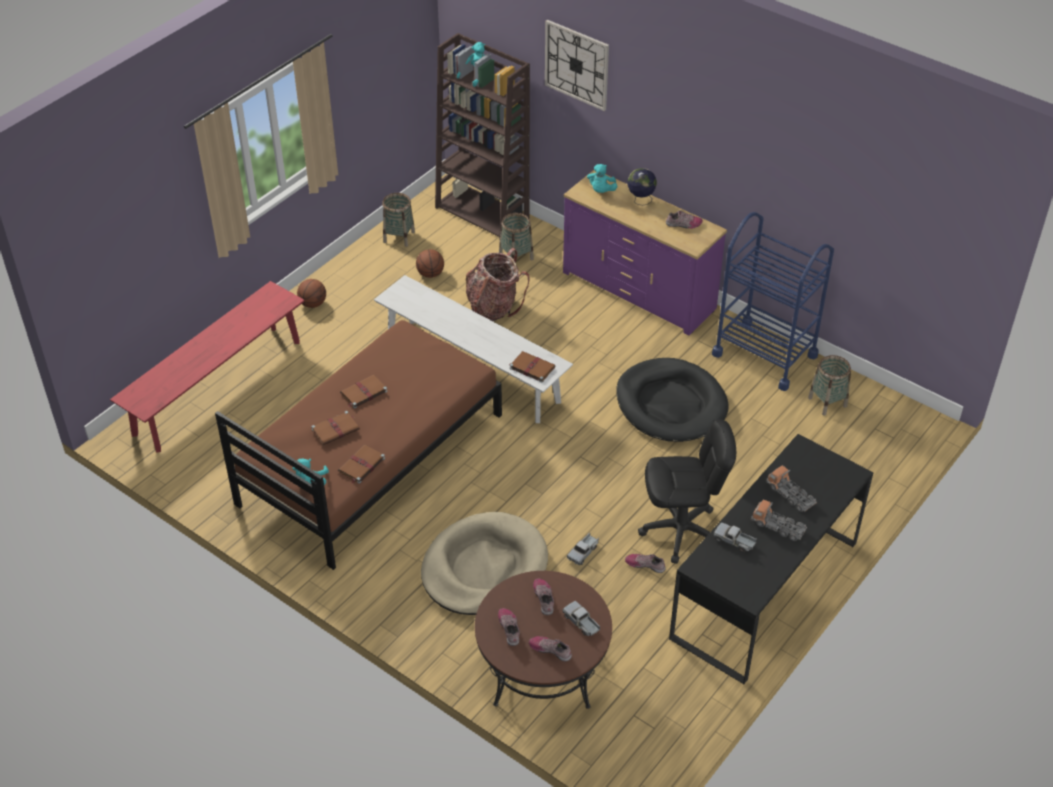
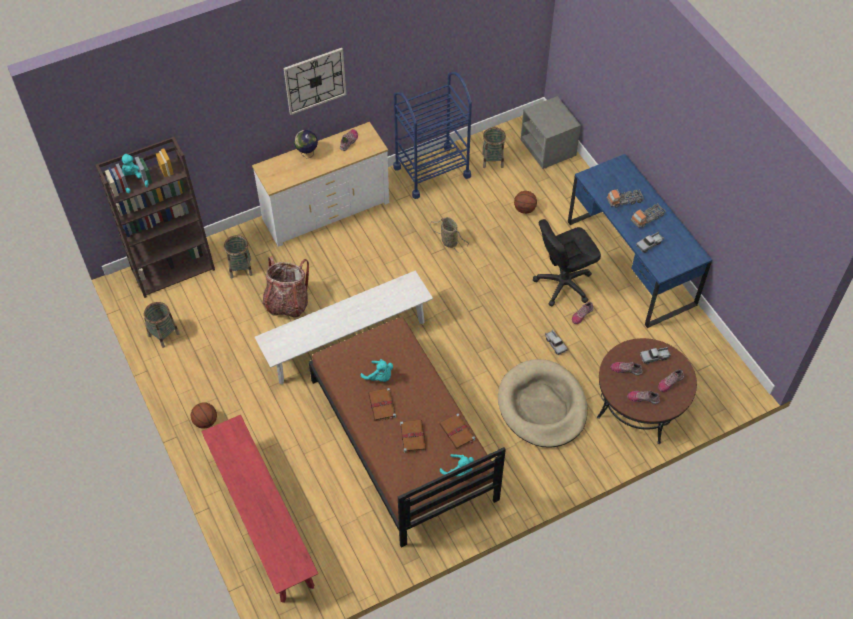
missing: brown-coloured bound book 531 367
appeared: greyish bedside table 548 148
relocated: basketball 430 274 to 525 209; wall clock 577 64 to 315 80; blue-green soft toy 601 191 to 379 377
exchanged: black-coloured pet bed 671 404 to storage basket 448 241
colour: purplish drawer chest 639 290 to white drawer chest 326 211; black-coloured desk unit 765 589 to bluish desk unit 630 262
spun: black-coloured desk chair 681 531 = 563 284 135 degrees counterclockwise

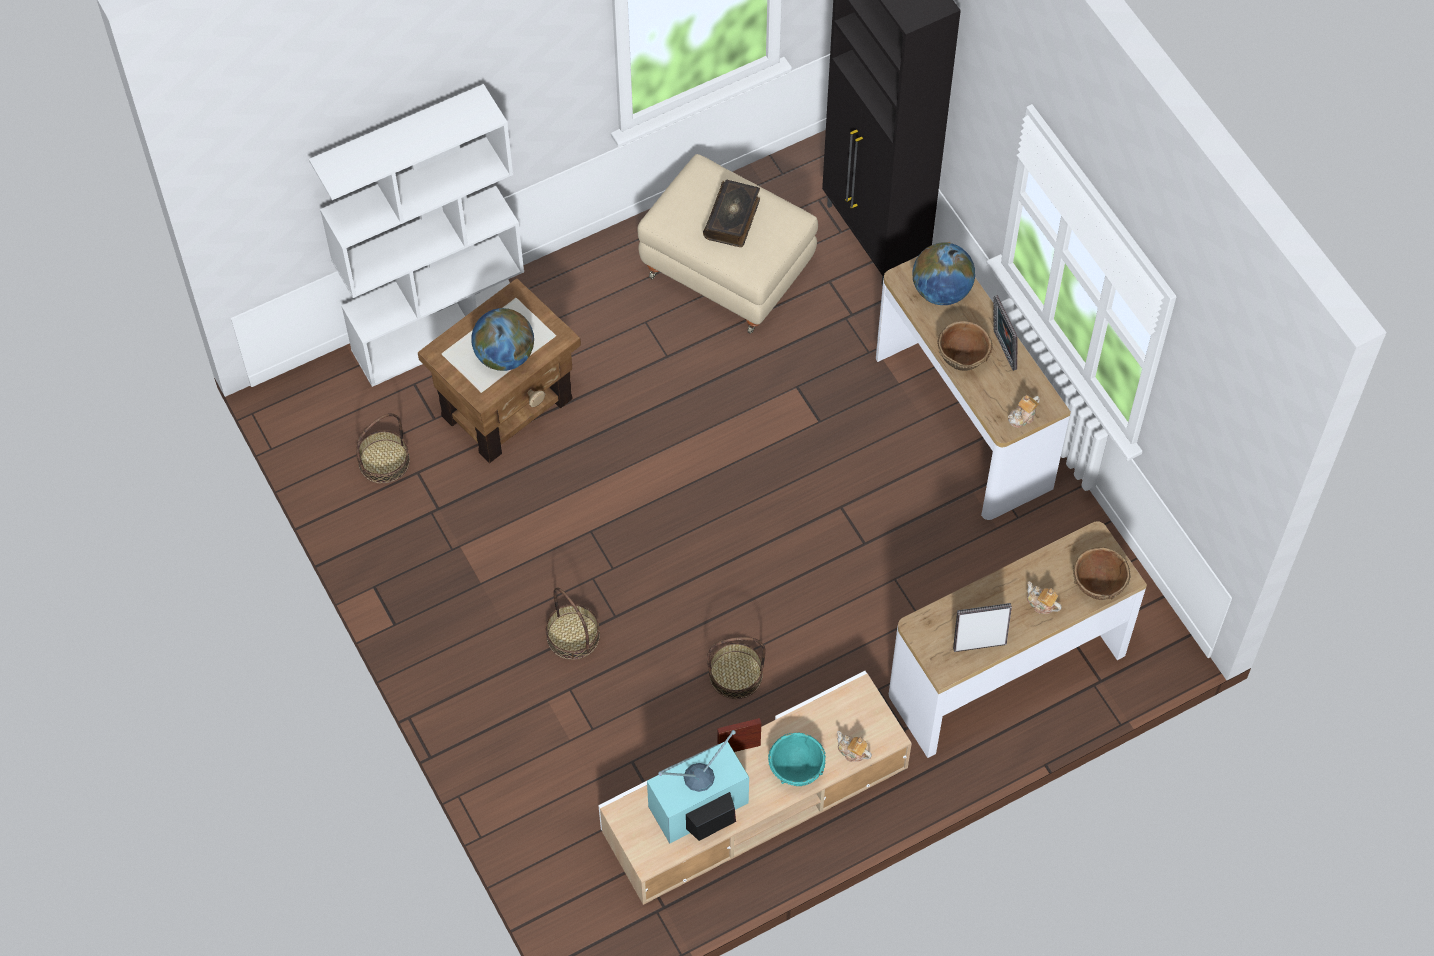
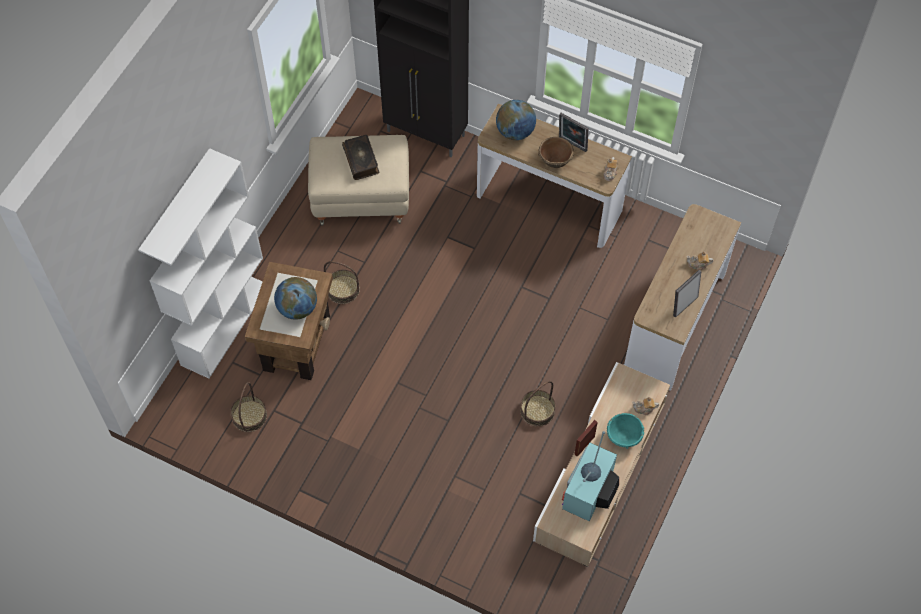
missing: brown-coloured deep dish 1097 586
relocated: storage basket 573 636 to 343 289

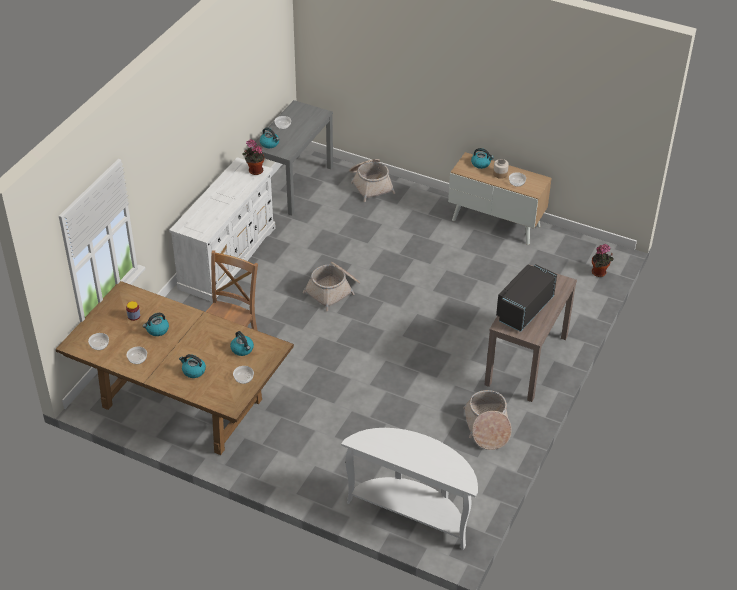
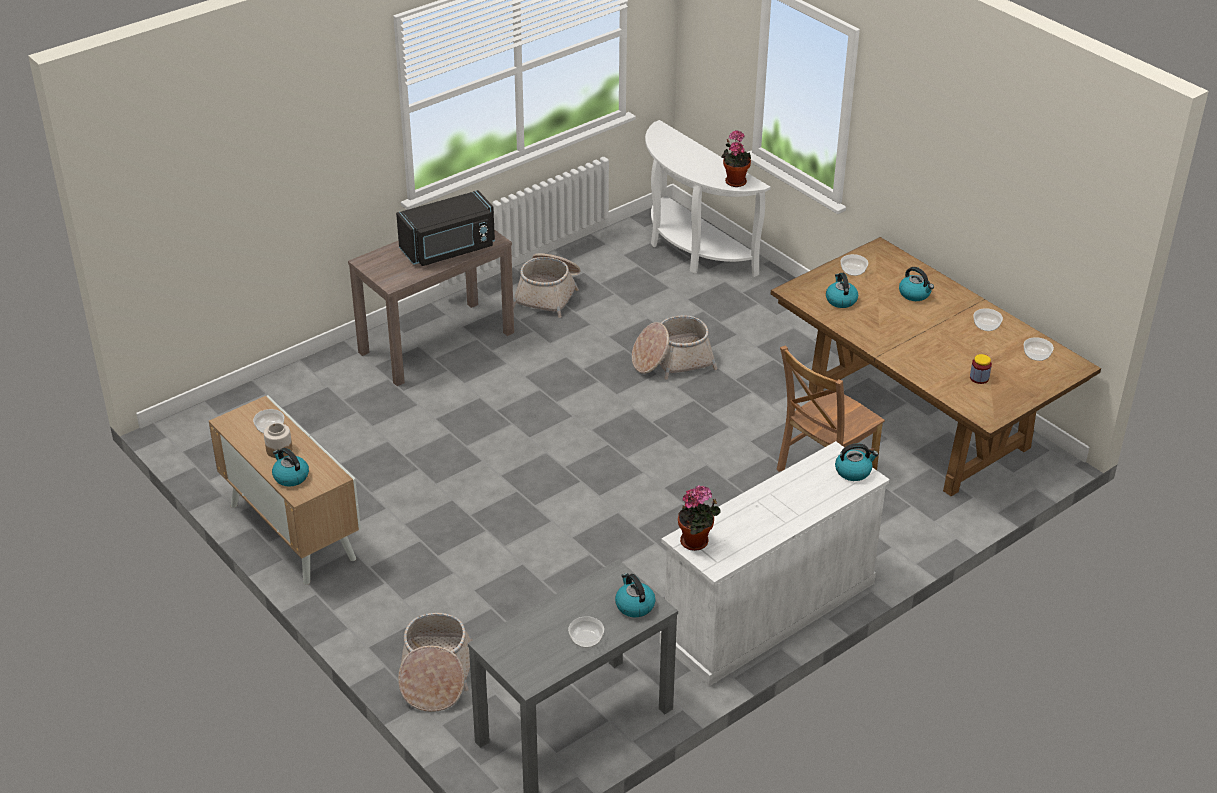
relocated: water kettle 157 330 to 853 471; storage basket 333 291 to 672 361; plant in a pot 600 273 to 734 181

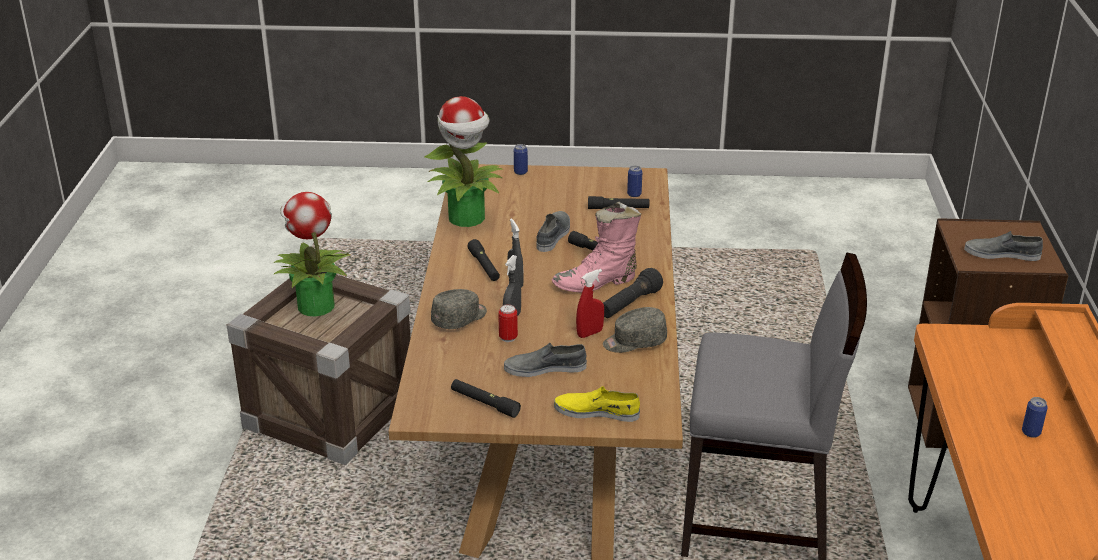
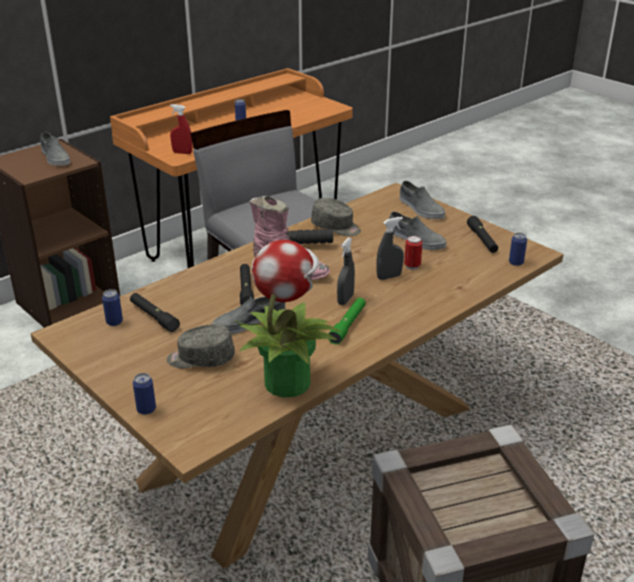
missing: plant in a pot 315 305
appeared: sealed can 516 262
relocated: greyish cap 460 318 to 200 359; red spray bottle 590 333 to 182 153
colour: black-coloured flashlight 484 266 to green flashlight 348 325; yellow low shoe 597 411 to greyish low shoe 420 209

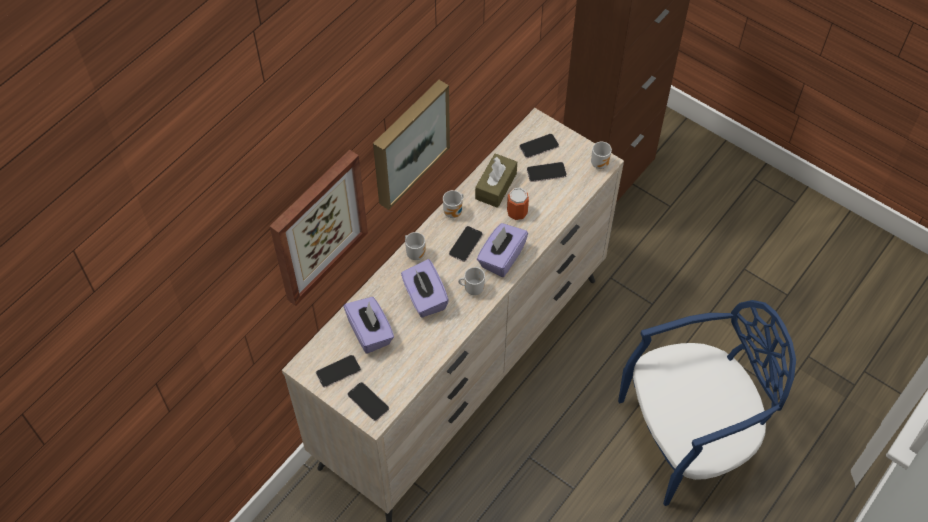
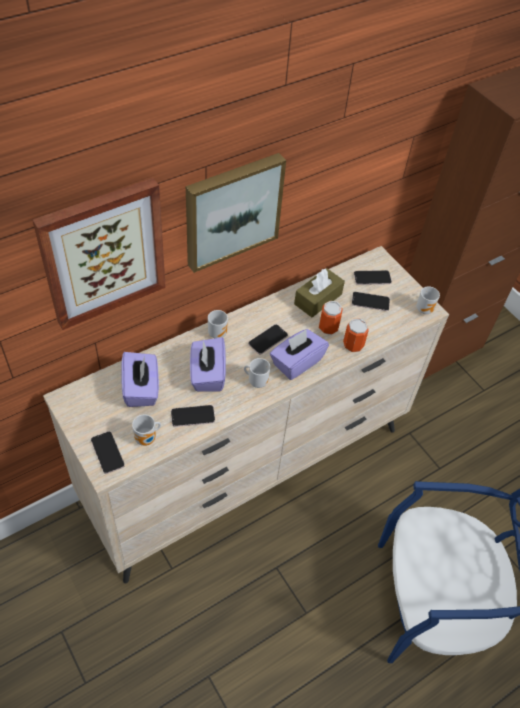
appeared: sealed can 353 345
relocated: phone 338 371 to 193 416; tea mug 454 212 to 147 439

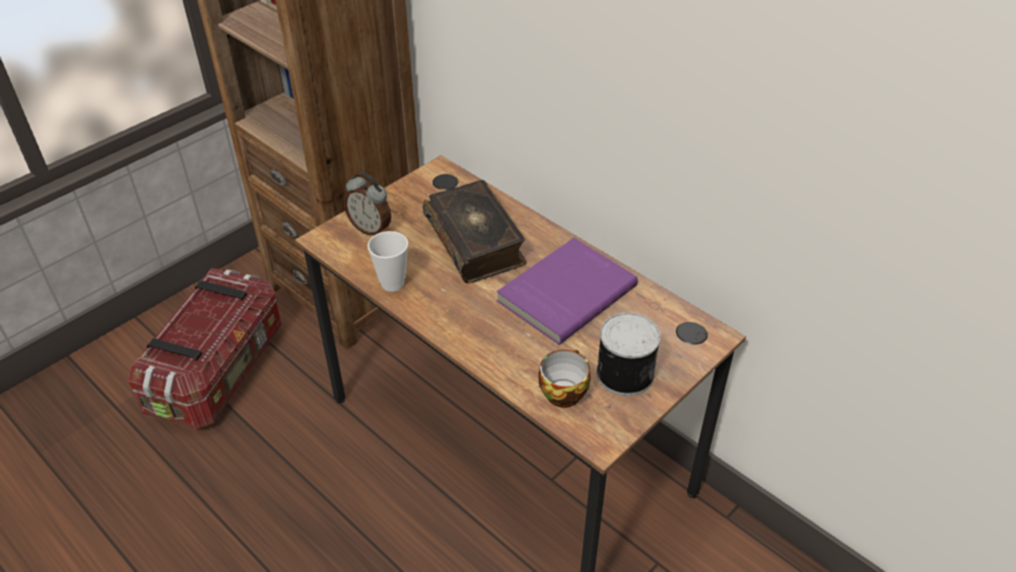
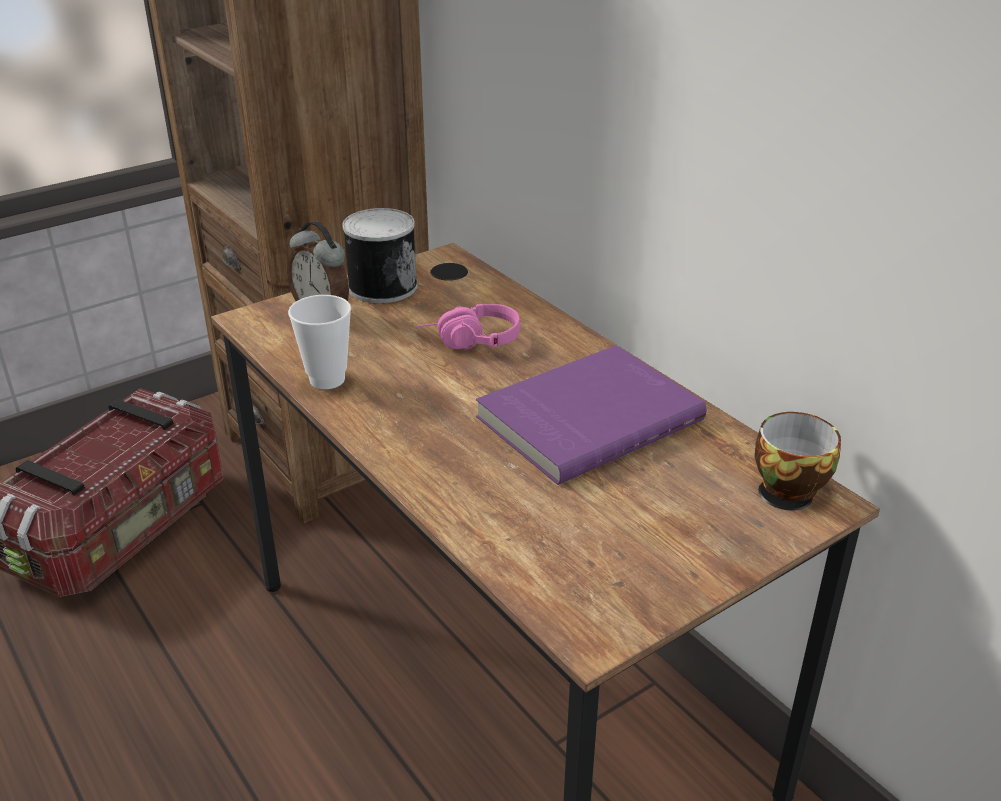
relocated: small cup 563 391 to 789 481; sealed can 623 373 to 381 286
exchanged: bound book 476 242 to pink headset 469 342

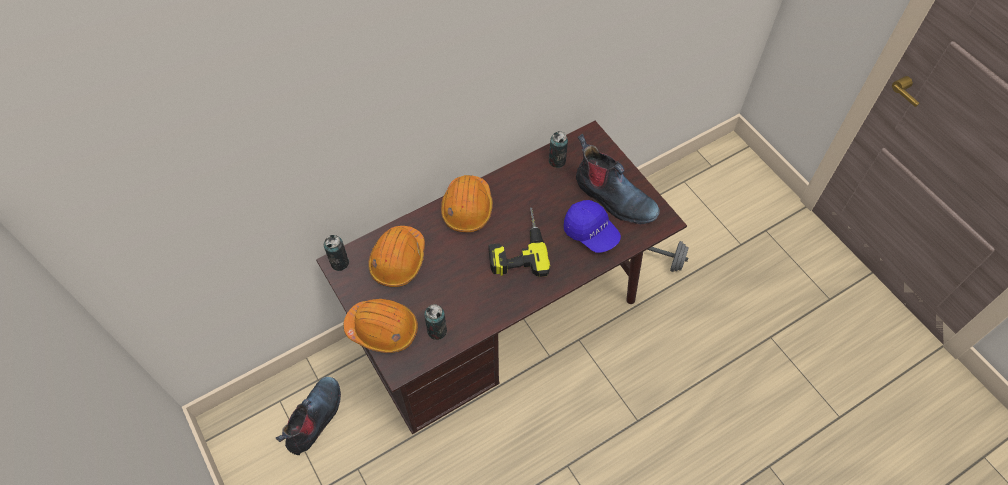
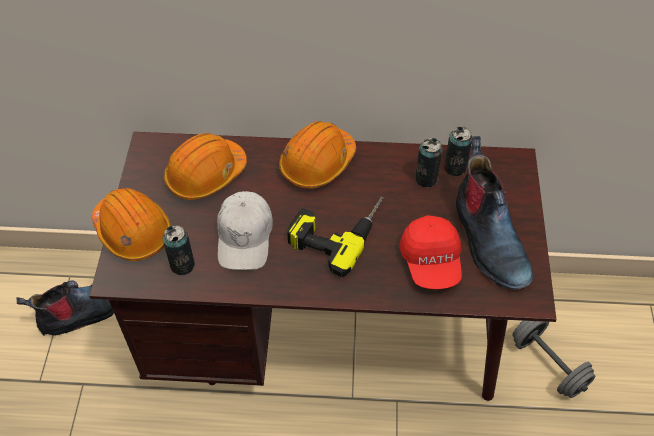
appeared: white cap 245 237
relocated: sealed can 339 263 to 426 178
colour: bluish cap 591 232 to red cap 431 262

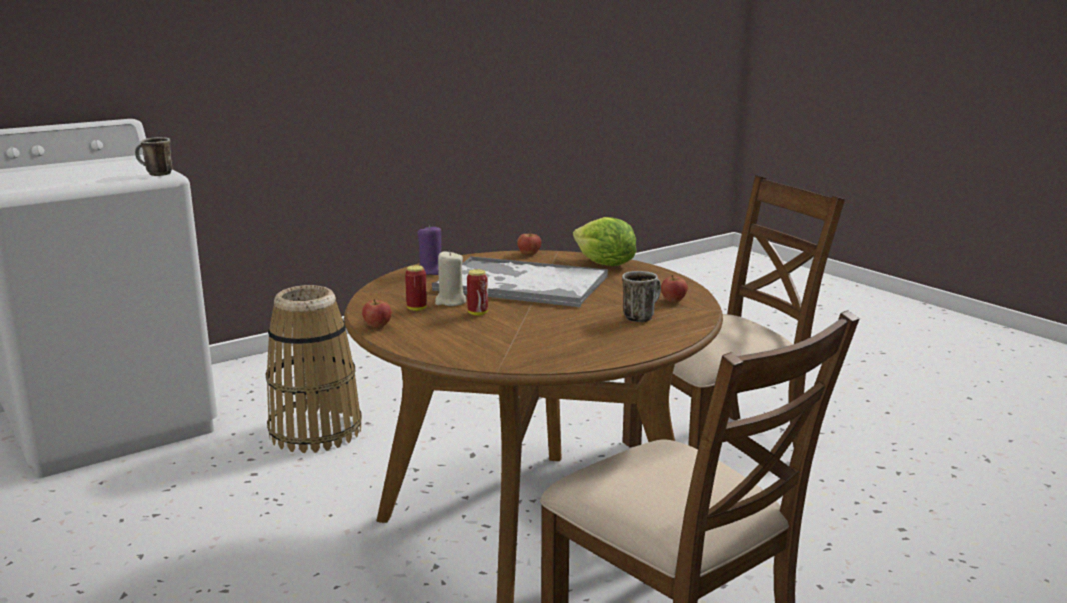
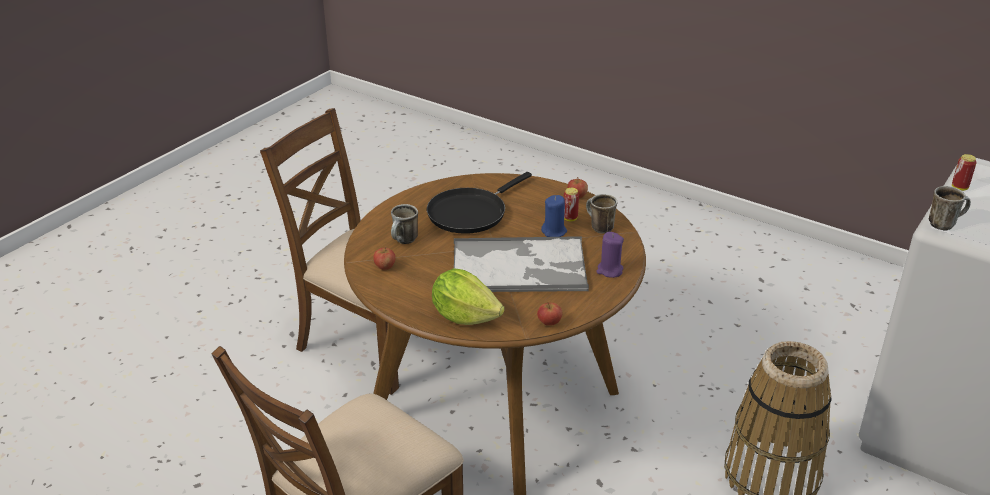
appeared: black-coloured skillet 470 213; tea mug 598 227
relocated: sealed can 477 313 to 959 188
colour: beige candle 450 302 to bluish candle 554 231

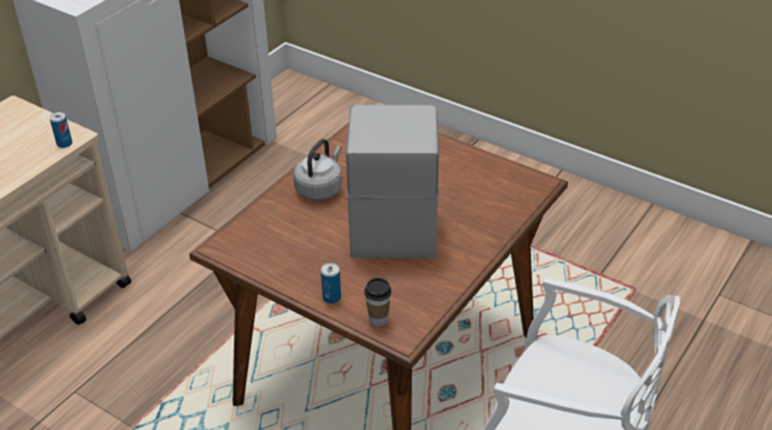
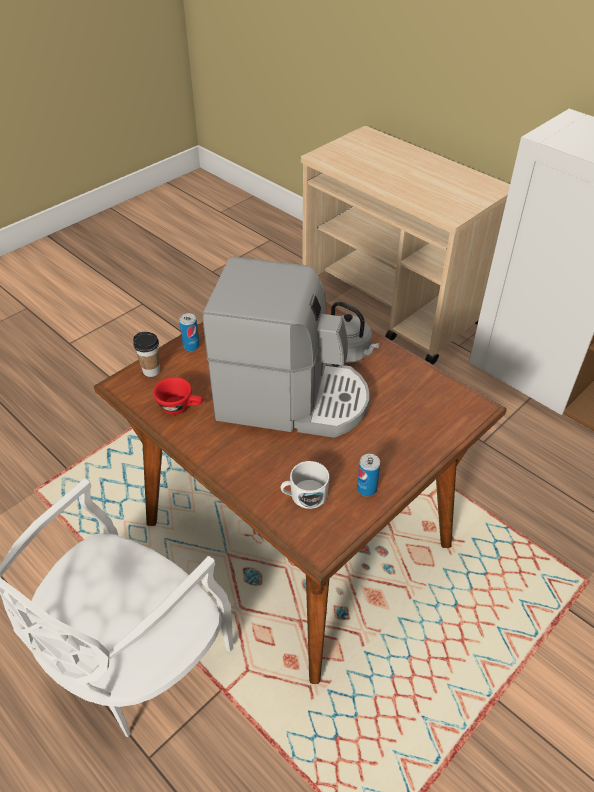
appeared: red small cup 180 407; white tea mug 304 495
relocated: sealed can 64 143 to 366 489

